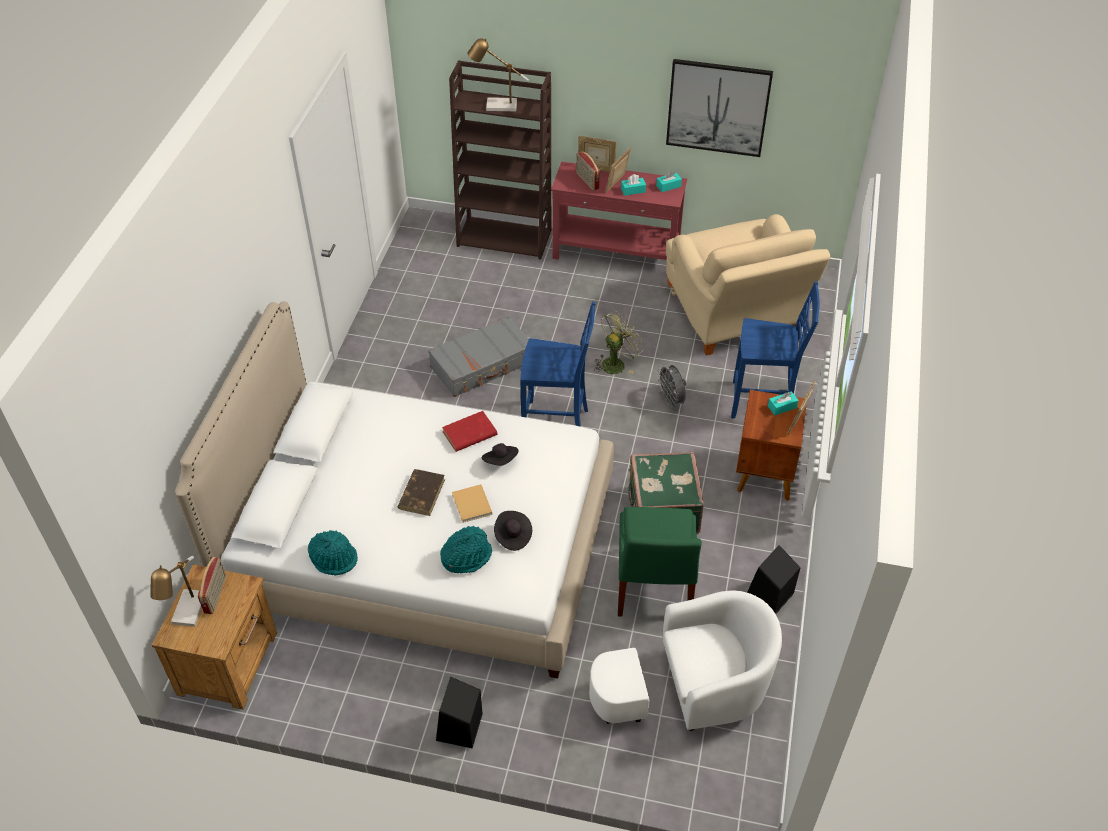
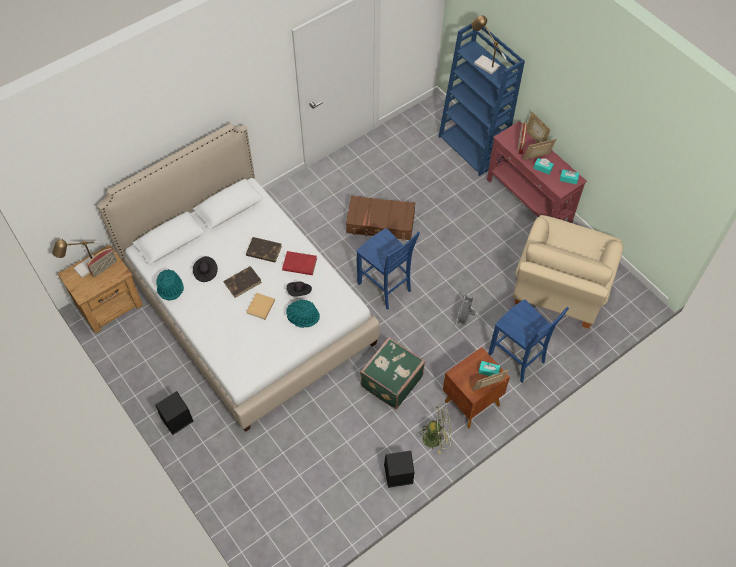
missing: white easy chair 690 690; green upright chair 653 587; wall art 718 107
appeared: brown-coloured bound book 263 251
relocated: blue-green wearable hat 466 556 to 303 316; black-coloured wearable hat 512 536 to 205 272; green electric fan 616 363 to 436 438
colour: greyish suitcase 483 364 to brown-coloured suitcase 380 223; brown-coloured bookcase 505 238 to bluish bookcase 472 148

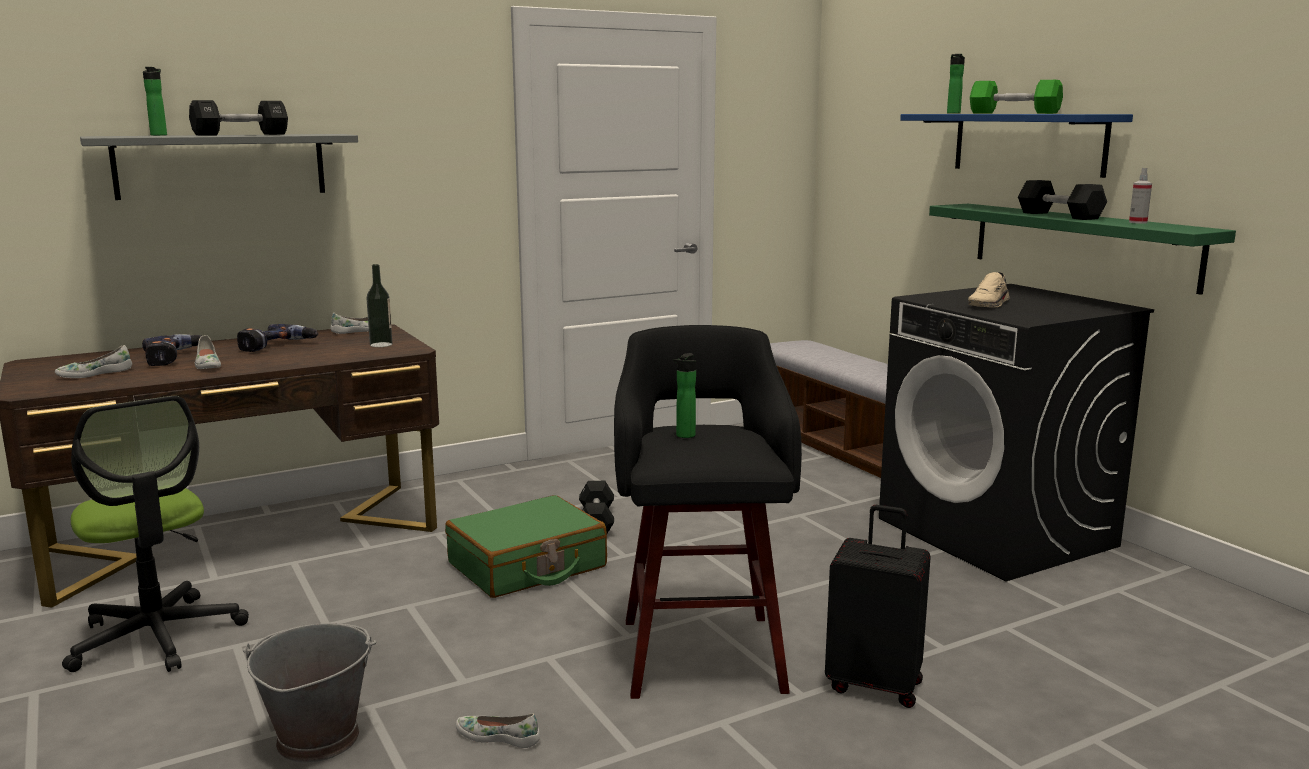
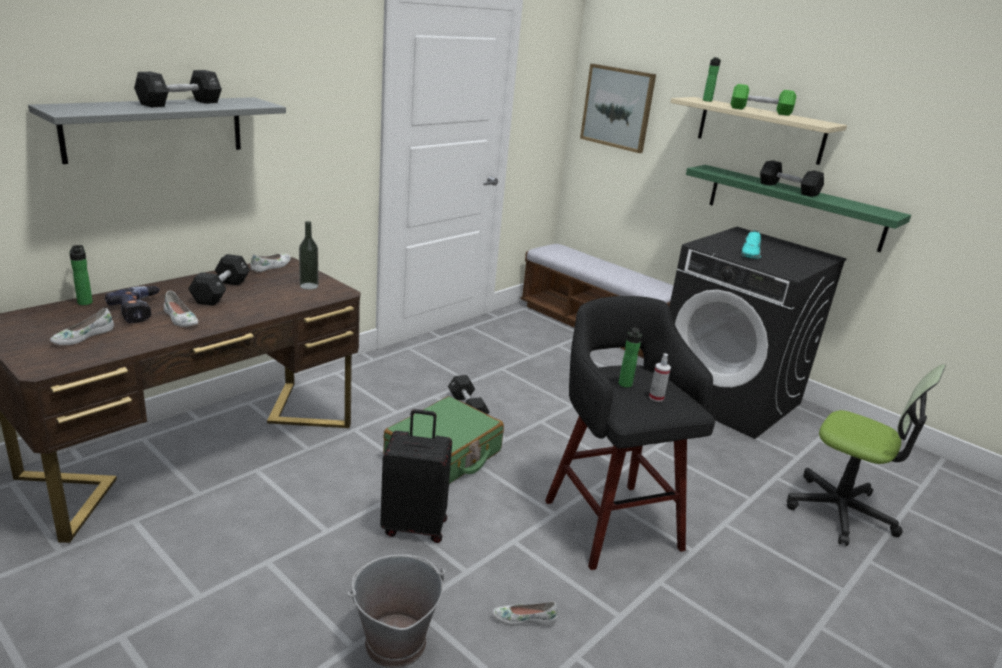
appeared: wall art 618 107
relocated: desk chair 157 637 to 840 511; bottle 159 135 to 85 302; black-coloured suitcase 875 685 to 415 526; spray bottle 1138 222 to 656 398
exchanged: drill 277 347 to black-coloured hand weight 221 292
colour: bluish wall shelf 1028 143 to beige wall shelf 760 130; beige low shoe 990 304 to blue-green low shoe 751 254

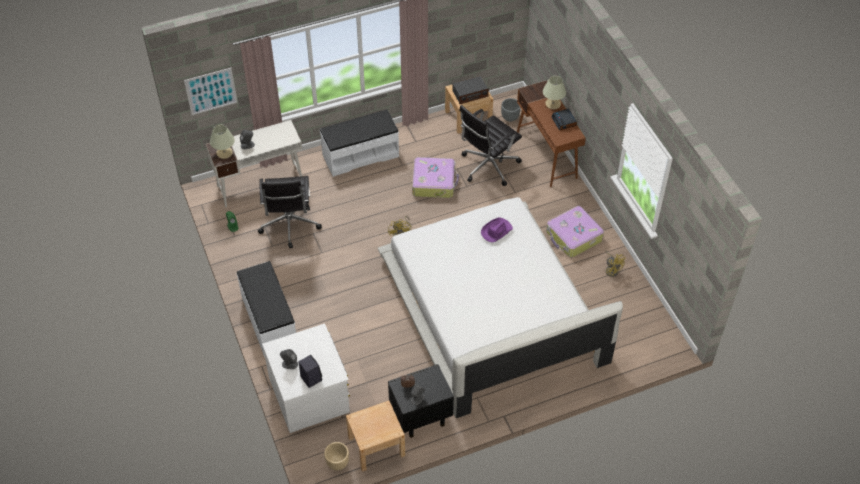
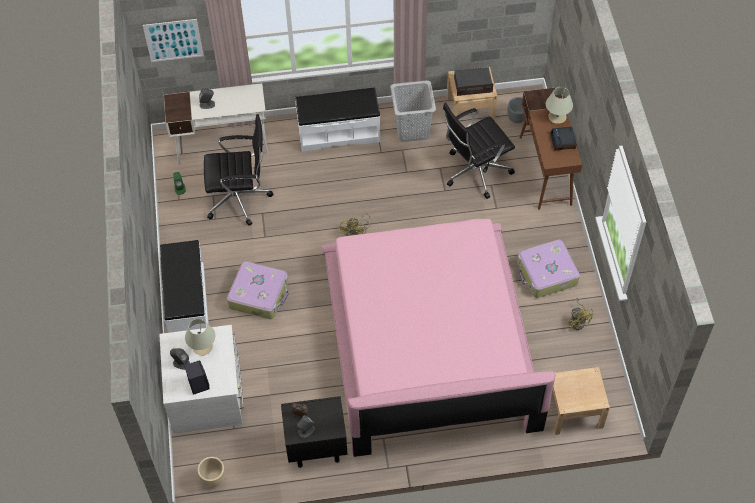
missing: purplish wearable hat 496 231
appeared: greyish washing basket 412 130
relocated: beige table lamp 224 153 to 202 347; beige bedside table 376 446 to 574 411; suitcase 434 182 to 259 294
colour: white bedroom bed 492 310 to pink bedroom bed 429 341
spun: black-coloured desk chair 289 225 = 240 199 105 degrees counterclockwise

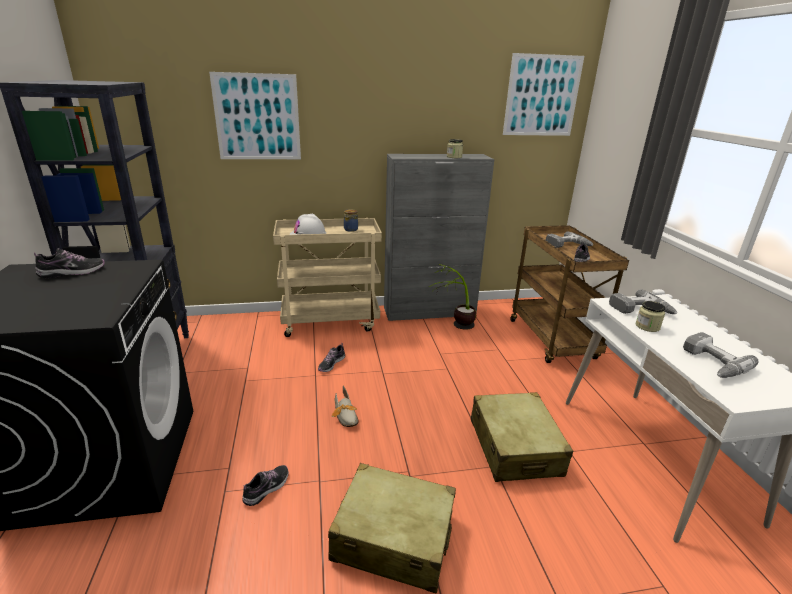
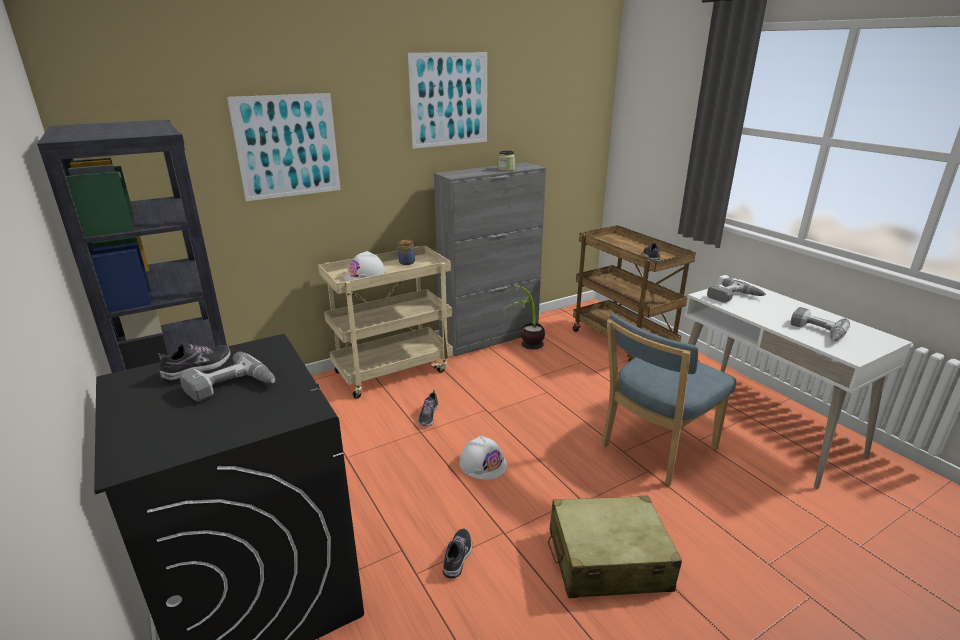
missing: preserve jar 647 326
relocated: wall art 542 96 to 449 100; drill 568 245 to 231 387
exchanged: low shoe 346 415 to white work helmet 483 463; beige suitcase 515 447 to bluish upright chair 654 449

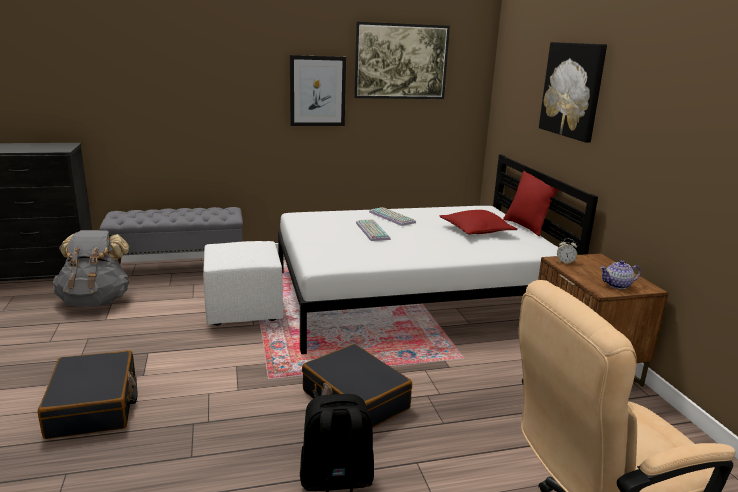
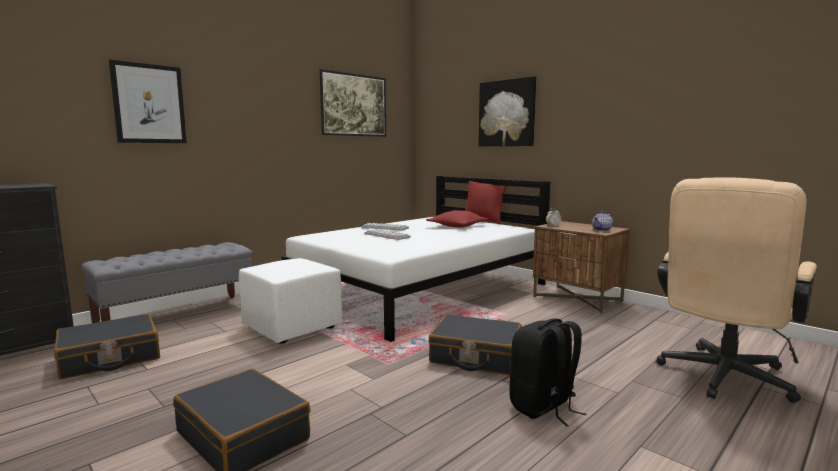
relocated: wall art 317 91 to 149 104
exchanged: greyish knapsack 96 301 to black-coloured suitcase 110 358

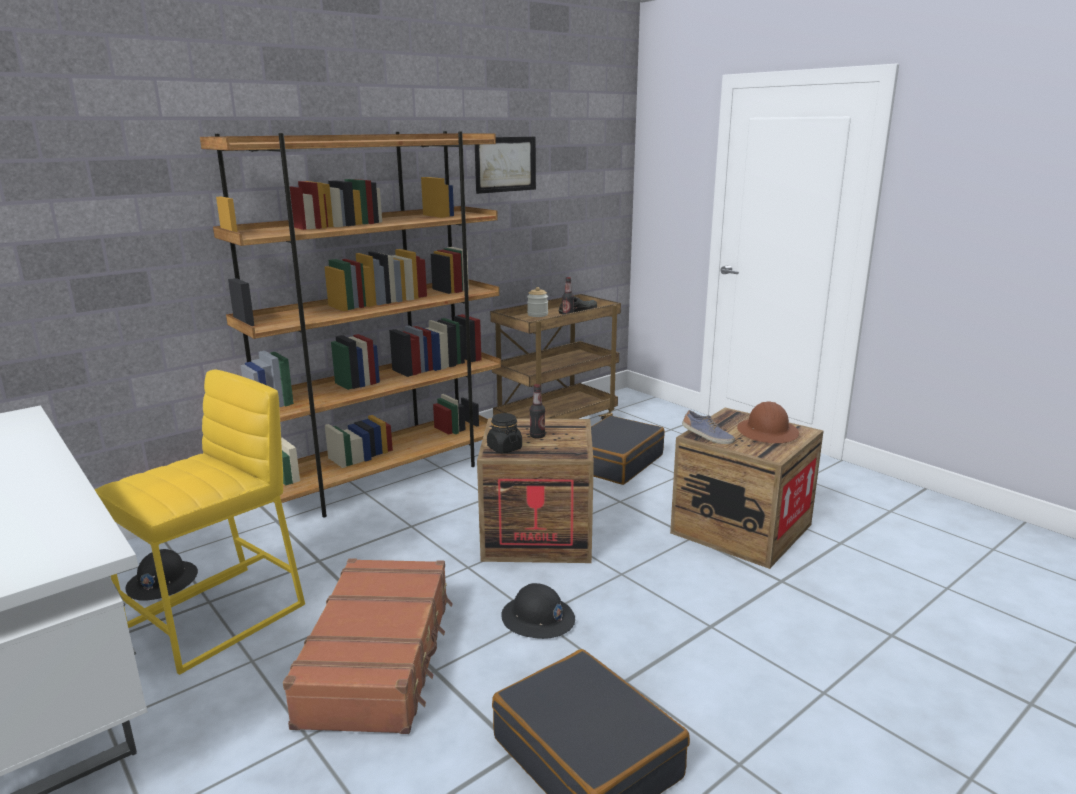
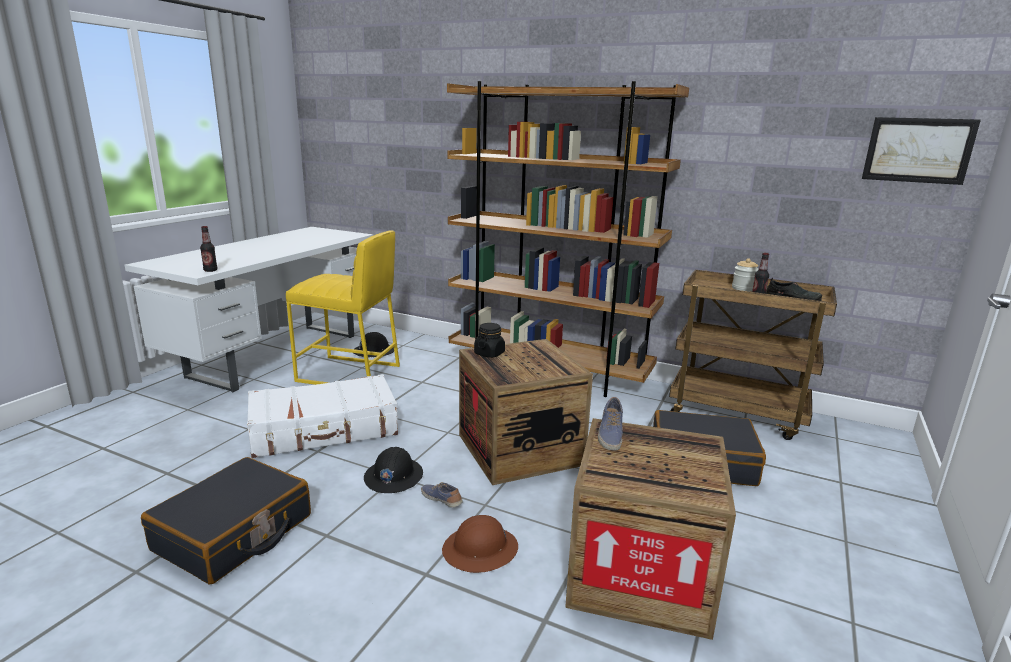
appeared: low shoe 442 500
relocated: wall art 505 164 to 918 150; bottle 537 436 to 210 270; brown-coloured work helmet 767 432 to 480 550
colour: brown-coloured suitcase 379 658 to white suitcase 325 429

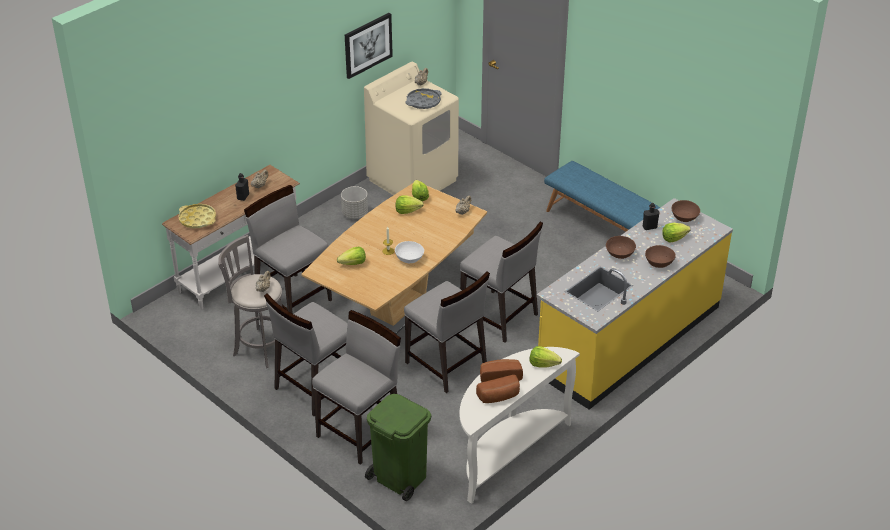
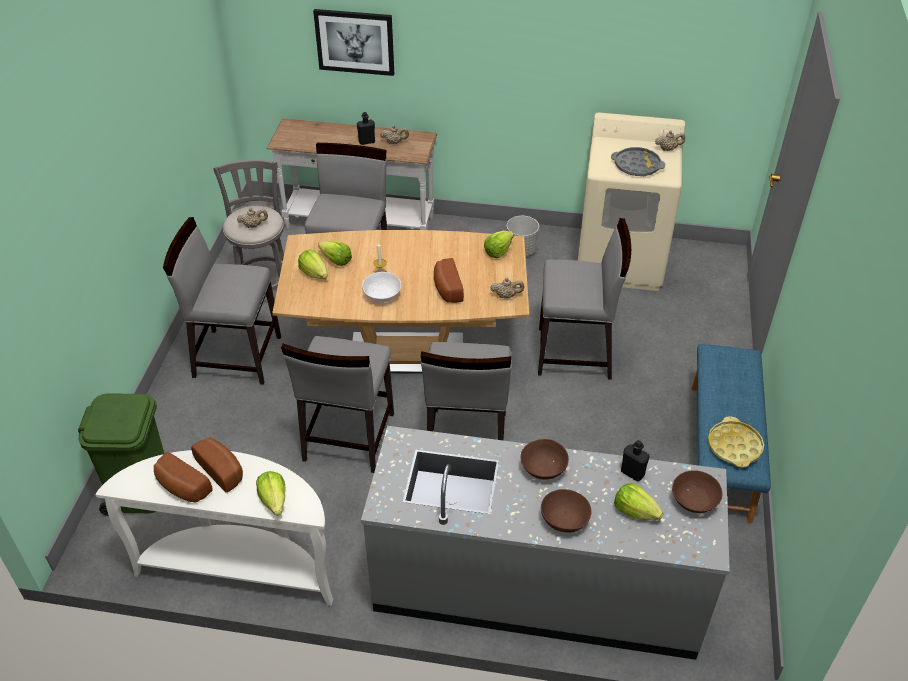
appeared: baked bread 446 289
relocated: yellow serving tray 197 219 to 734 446; greyish upright chair 360 432 to 575 353; wall art 367 45 to 355 41; lettuce head 407 211 to 314 273
colour: yellow kitchen base unit 628 339 to greyish kitchen base unit 537 587

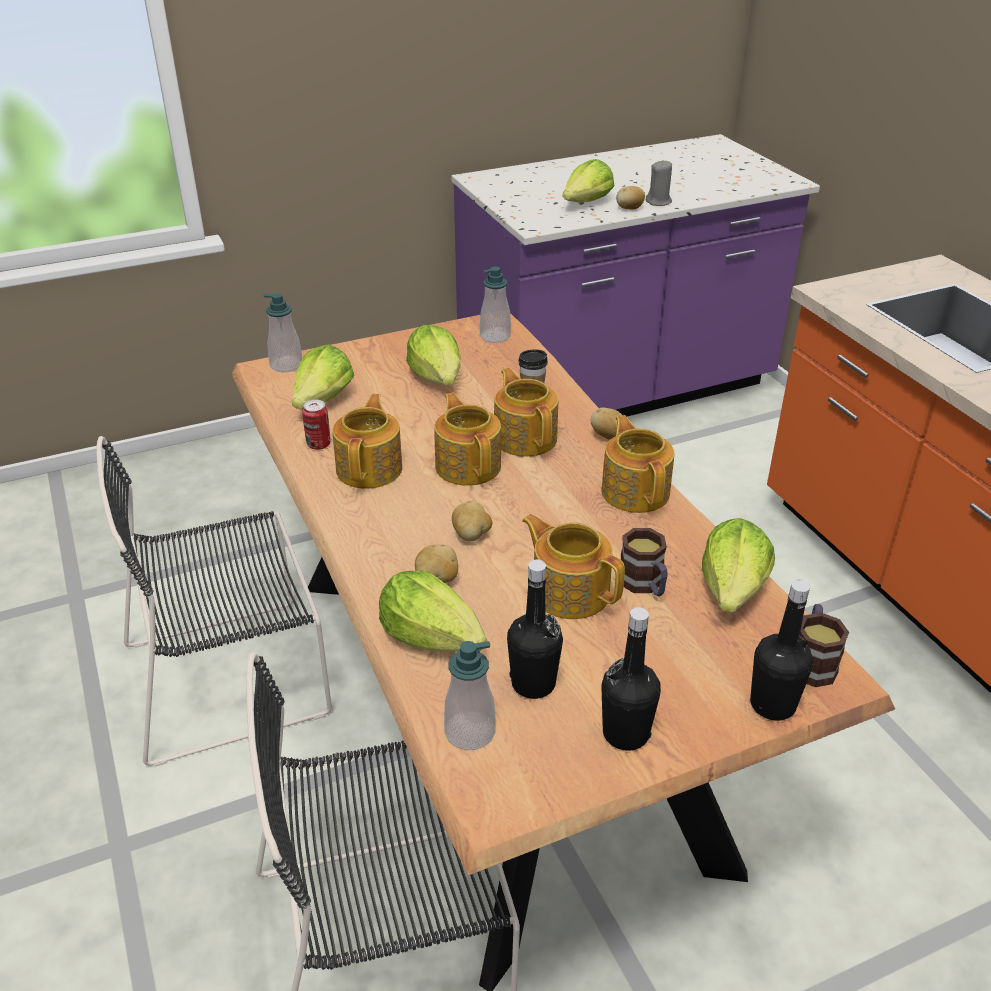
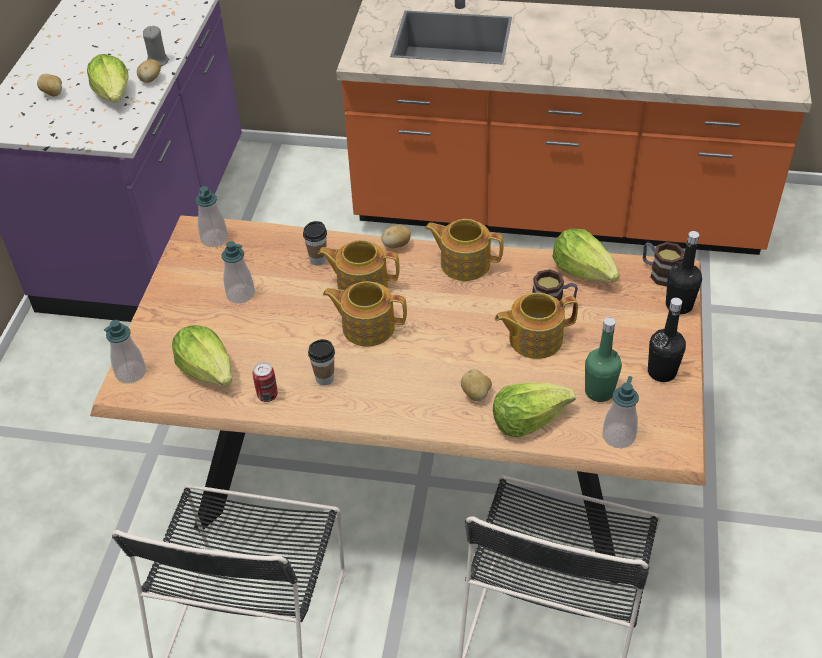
relocated: spud 471 535 to 53 94
exchanged: teapot 370 468 to small cup 324 378; lettuce head 437 378 to soap dispenser 240 294
colour: black-coloured bottle 533 683 to green bottle 599 391

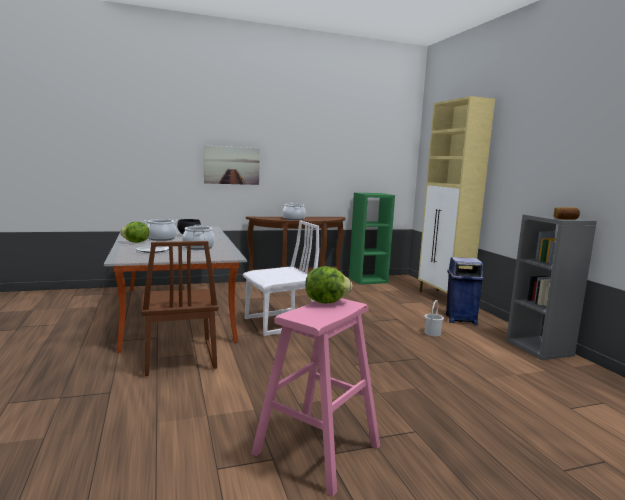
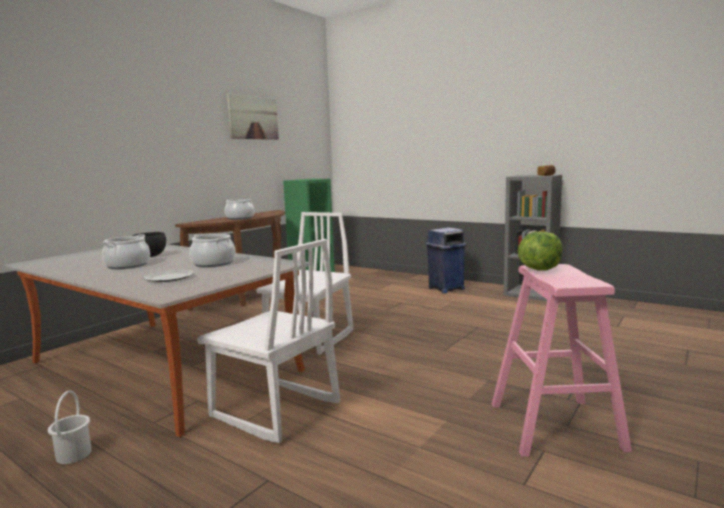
missing: lettuce head 135 242; beige storage cabinet 443 298
relocated: wall art 231 165 to 253 118; white bucket 432 333 to 74 454
colour: brown-coloured upright chair 178 359 to white upright chair 274 411

